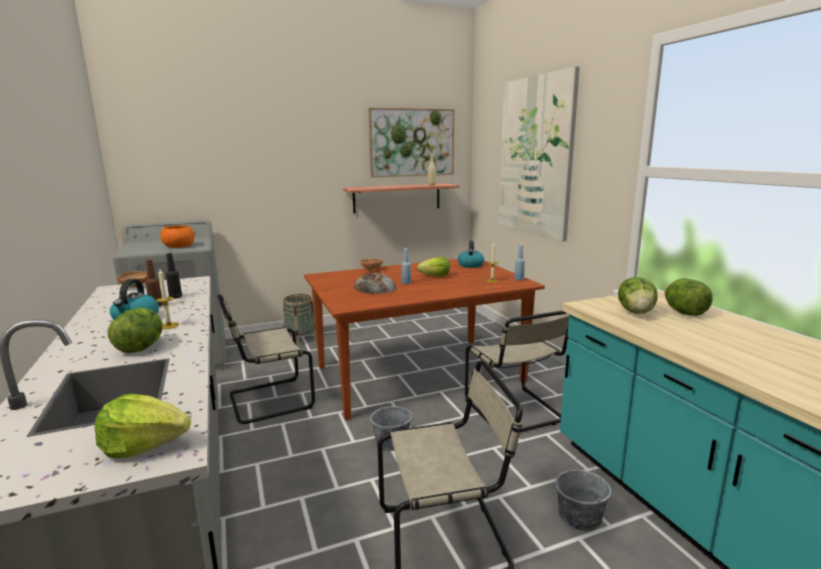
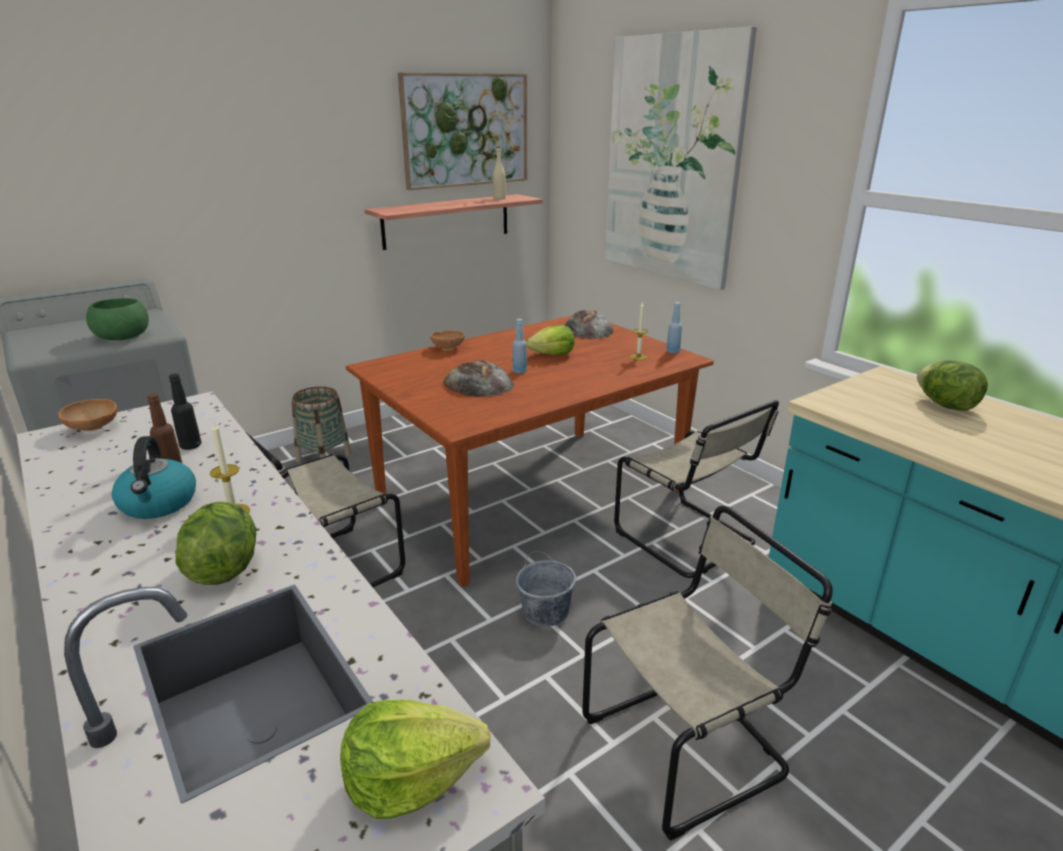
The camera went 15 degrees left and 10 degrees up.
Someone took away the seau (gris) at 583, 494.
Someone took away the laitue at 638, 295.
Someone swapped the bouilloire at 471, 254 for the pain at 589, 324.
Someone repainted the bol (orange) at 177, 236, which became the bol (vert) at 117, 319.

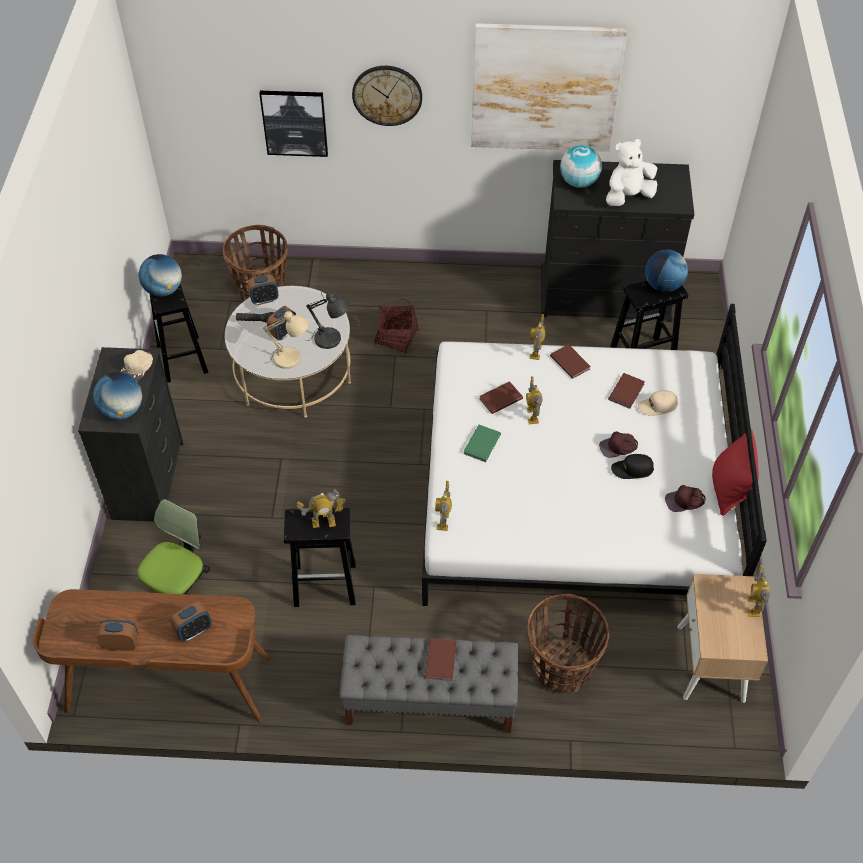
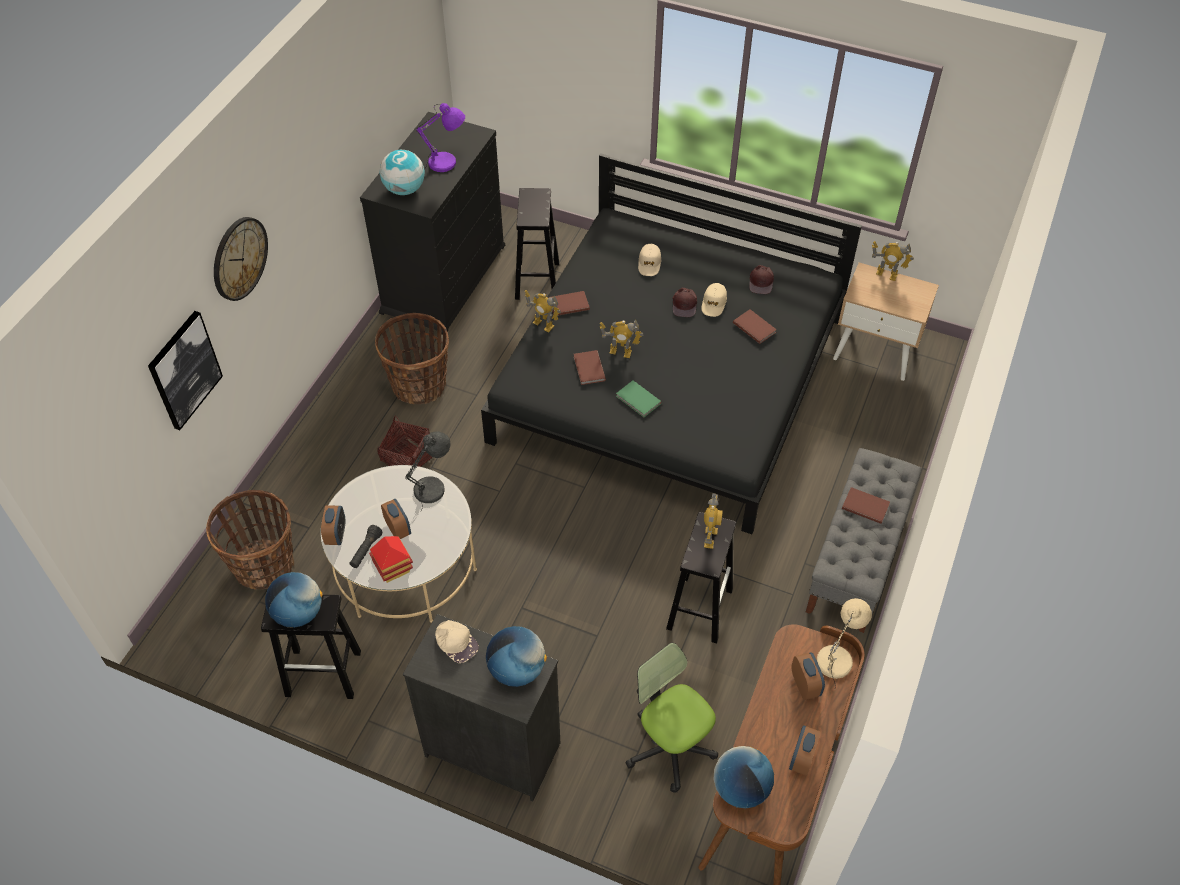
The camera went 70 degrees left and 0 degrees up.
Someone took away the robot jouet at 443, 506.
Someone took away the tableau at 549, 87.
Someone took away the coussin (rouge) at 735, 472.
Someone put down the maison miniature at 391, 559.
Someone carried the lampe de table (beige) from 286, 340 to 844, 642.
Someone carried the panier from 568, 643 to 412, 358.
Someone carried the livre (marron) from 626, 391 to 755, 326.
Someone carried the globe from 666, 271 to 744, 777.
Someone swapped the peluche (blanc) at 631, 172 for the lampe de table (violet) at 440, 137.
Someone repainted the lit (blanc) at 594, 455, which became the lit (noir) at 671, 343.
Someone repainted the casquette (noir) at 632, 466, which became the casquette (beige) at 714, 300.

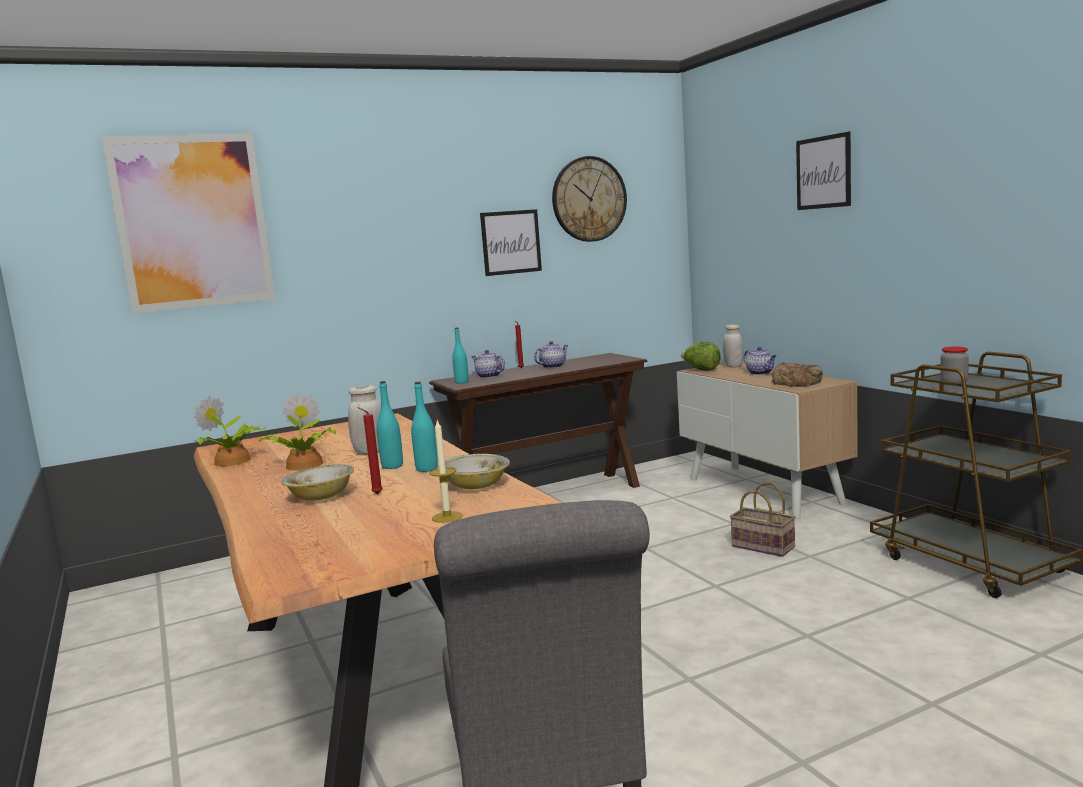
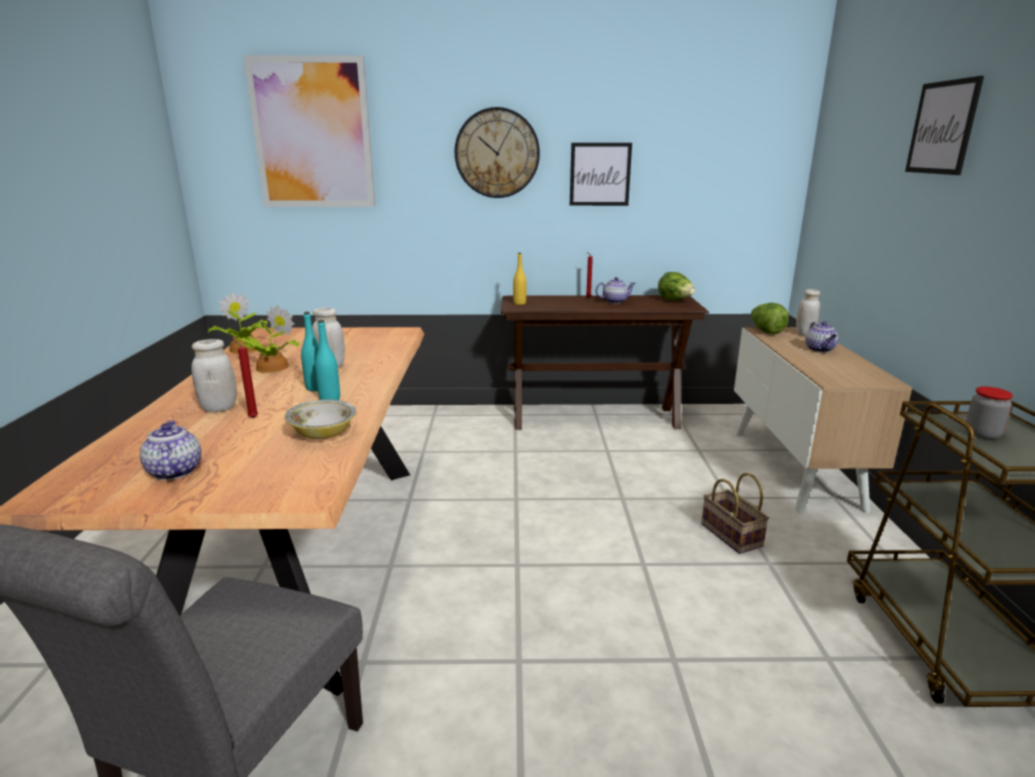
The camera went 25 degrees right and 10 degrees up.
Someone took away the bougie at 446, 472.
Someone took away the pain at 797, 374.
Someone put down the laitue at 676, 286.
Someone carried the théière from 488, 364 to 170, 450.
Someone carried the horloge murale from 589, 199 to 497, 152.
Someone swapped the bol at 317, 482 for the bocal (blanc) at 214, 375.
Someone repainted the bouteille (turquoise) at 460, 355, which became the bouteille (jaune) at 519, 279.

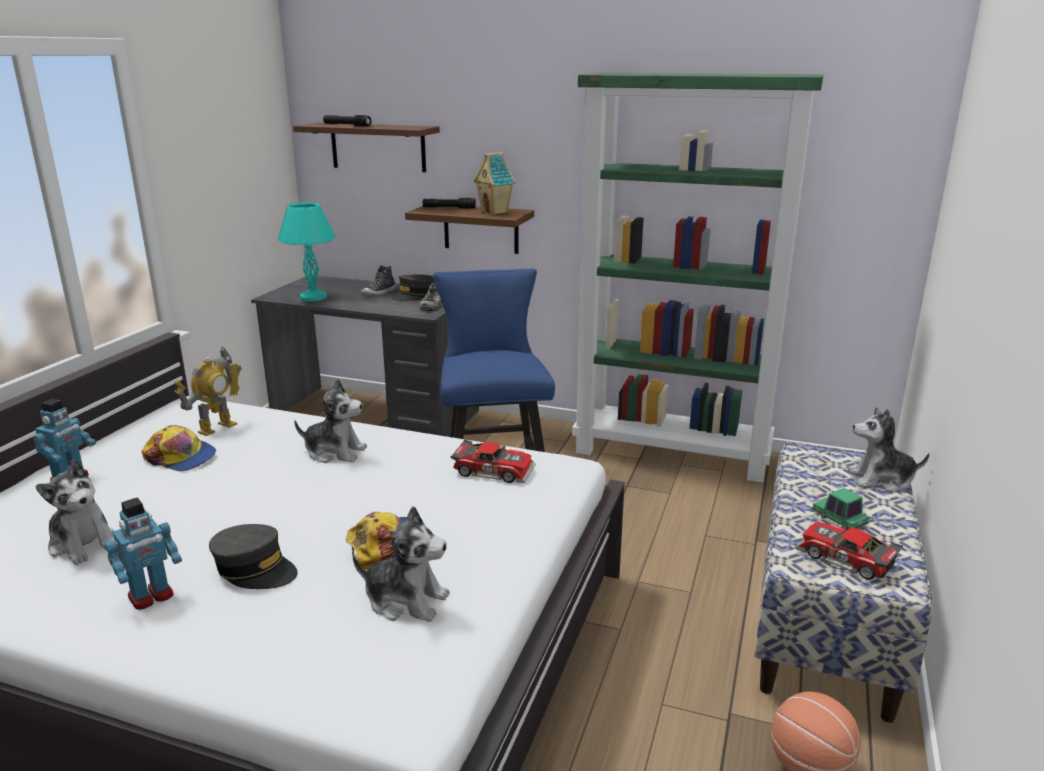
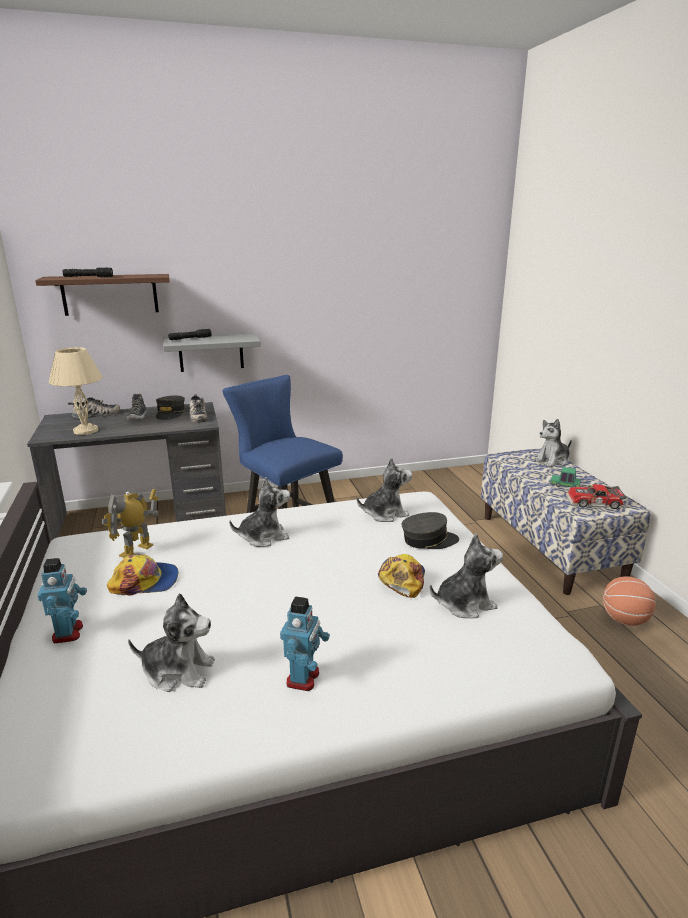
The camera went 35 degrees left and 0 degrees up.
Someone took away the maison miniature at 494, 183.
Someone took away the bibliothèque (vert) at 697, 278.
Someone put down the chaussure at 94, 408.
Someone carried the casquette (gris) from 253, 556 to 430, 530.
Someone swapped the petite voiture at 493, 461 for the peluche at 384, 490.
Someone repainted the lampe de table (turquoise) at 307, 251, which became the lampe de table (beige) at 76, 391.
Someone repainted the étagère (marron) at 469, 230, which became the étagère (gris) at 212, 352.
Someone rotated the robot jouet at 208, 391 by 150 degrees counterclockwise.

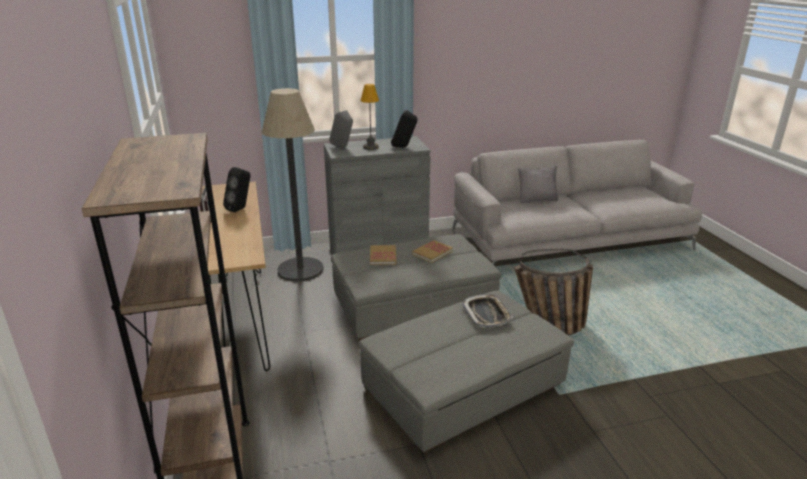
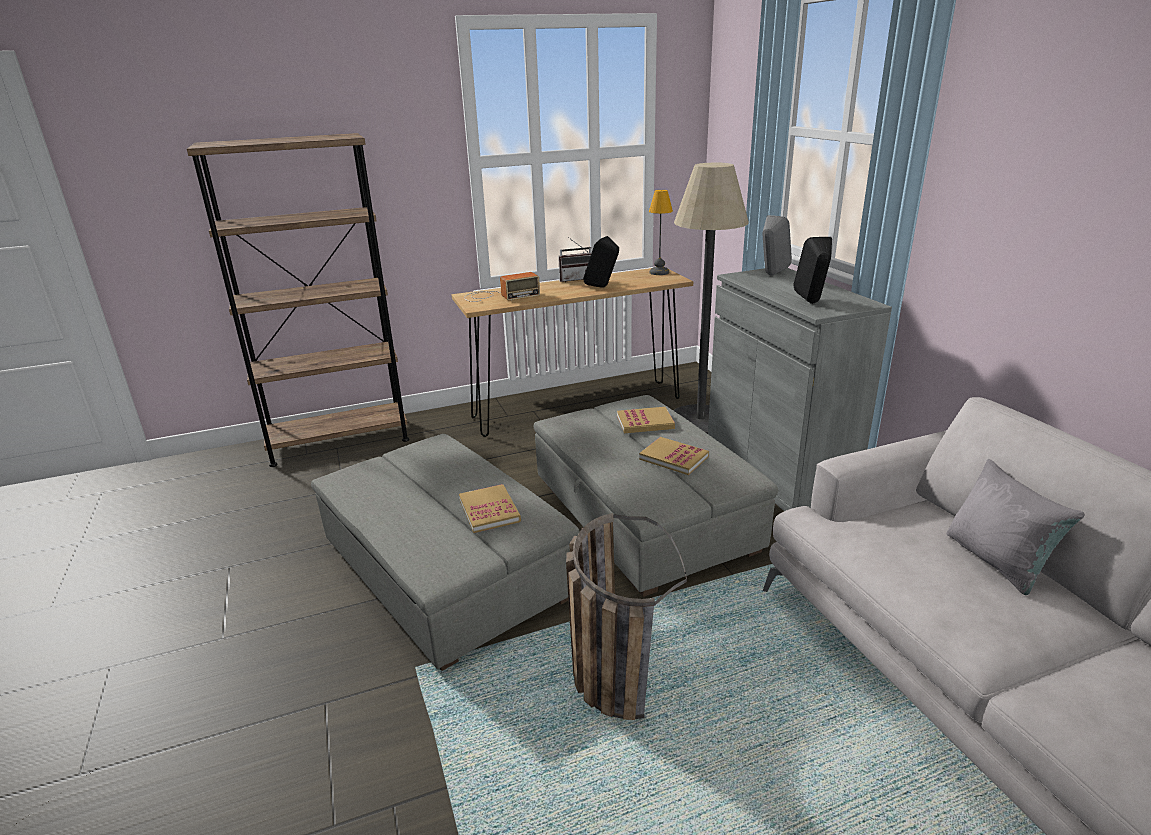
The camera went 85 degrees right and 0 degrees up.
Someone put down the radio at 502, 287.
Someone carried the lampe de table from 369, 117 to 661, 232.
Someone swapped the plateau at 487, 311 for the livre at 490, 508.

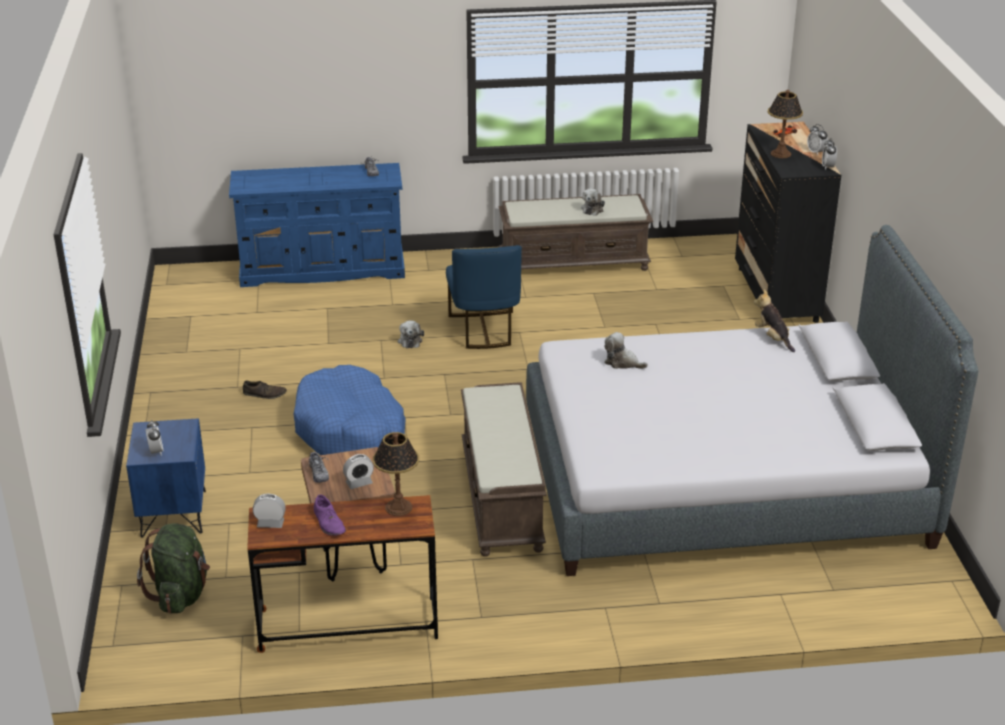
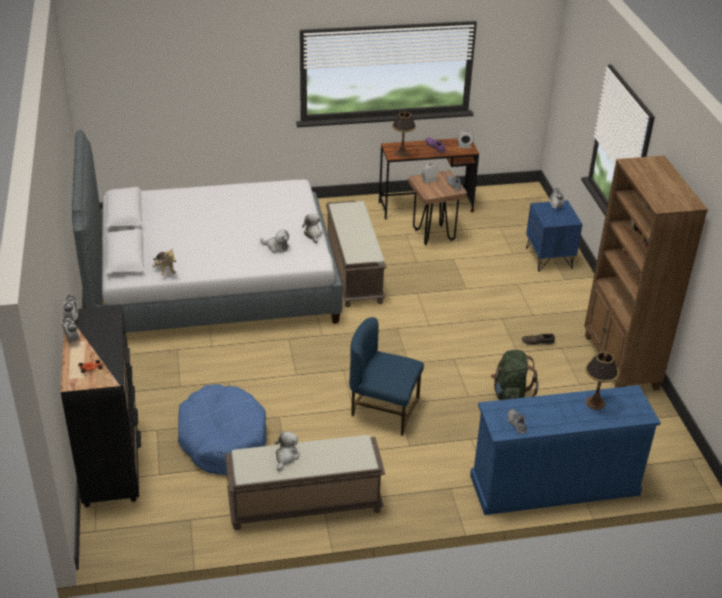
The camera went 175 degrees right and 5 degrees up.
Someone put down the bibliothèque (marron) at 646, 272.
Someone carried the sac à dos (vert) from 173, 568 to 515, 375.
Someone carried the panier pour chien (bleu) from 349, 410 to 222, 429.
Someone carried the peluche from 411, 334 to 312, 228.
Someone carried the lampe de table from 785, 124 to 602, 381.
Someone rotated the chaise (bleu) at 484, 297 by 60 degrees counterclockwise.

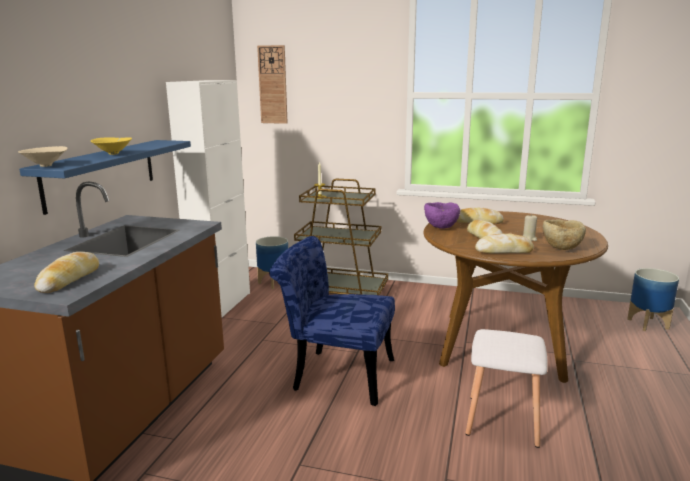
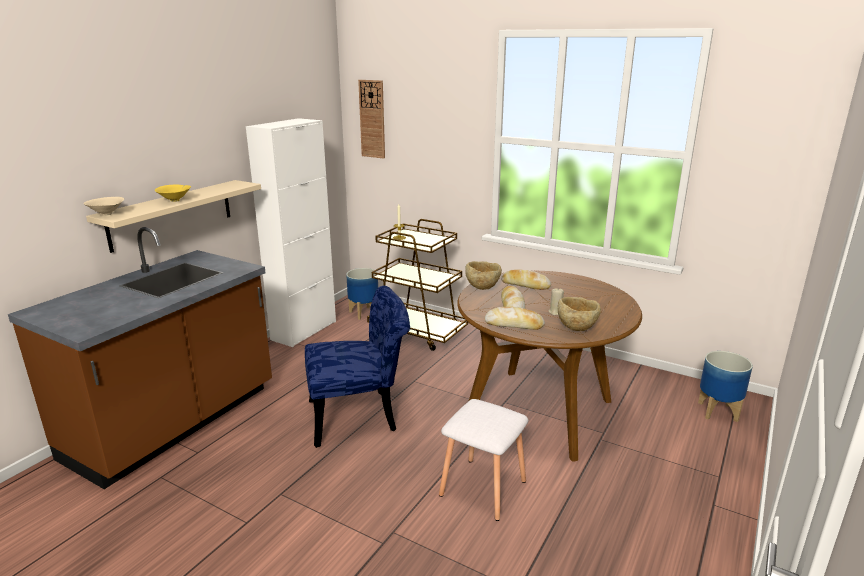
The camera went 15 degrees right and 5 degrees up.
Someone took away the pain at 66, 272.
Someone repainted the étagère (bleu) at 105, 177, which became the étagère (beige) at 173, 216.
Someone repainted the bol (violet) at 442, 215, which became the bol (beige) at 483, 275.
Someone rotated the chaise (bleu) at 332, 321 by 135 degrees clockwise.

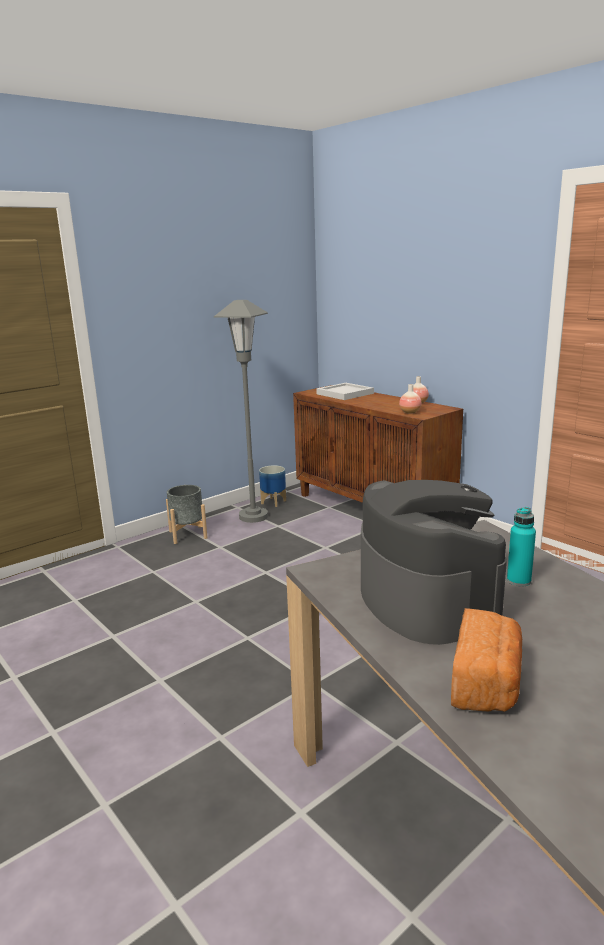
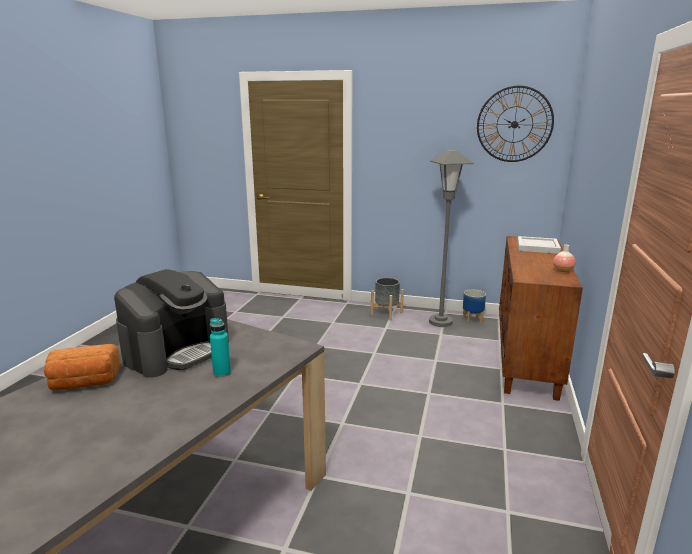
The camera went 55 degrees right and 0 degrees up.
Someone took away the vase at 410, 399.
Someone put up the horloge murale at 515, 124.

